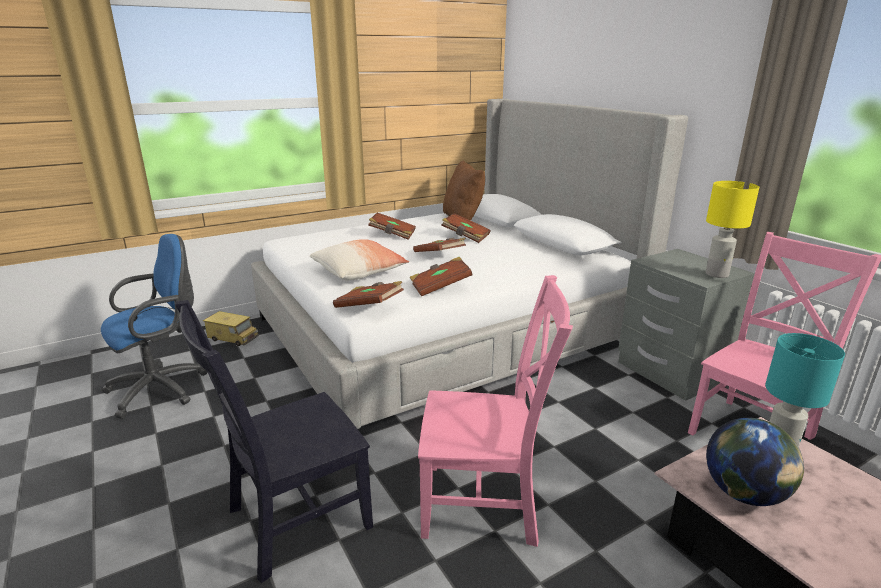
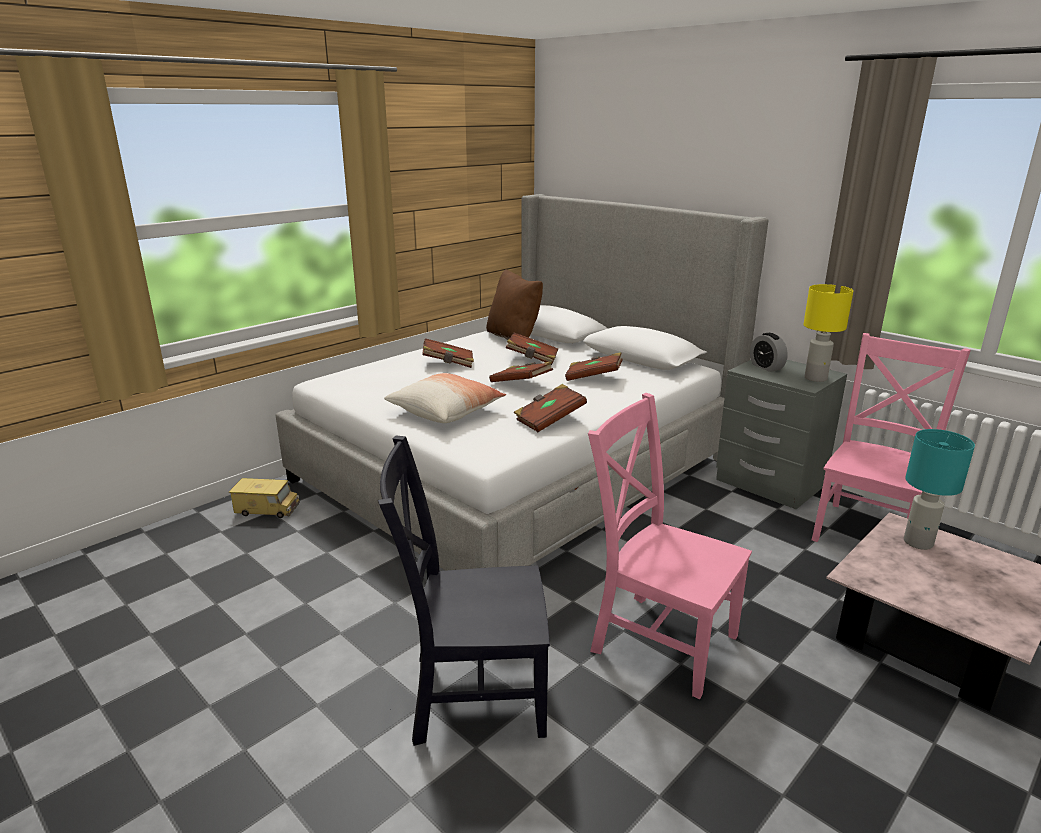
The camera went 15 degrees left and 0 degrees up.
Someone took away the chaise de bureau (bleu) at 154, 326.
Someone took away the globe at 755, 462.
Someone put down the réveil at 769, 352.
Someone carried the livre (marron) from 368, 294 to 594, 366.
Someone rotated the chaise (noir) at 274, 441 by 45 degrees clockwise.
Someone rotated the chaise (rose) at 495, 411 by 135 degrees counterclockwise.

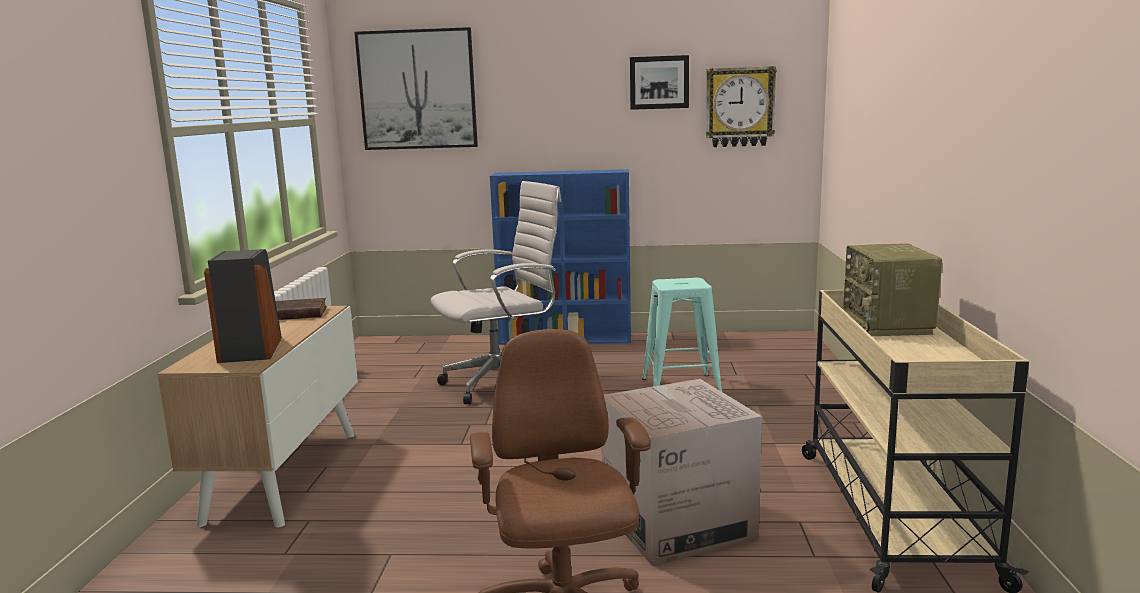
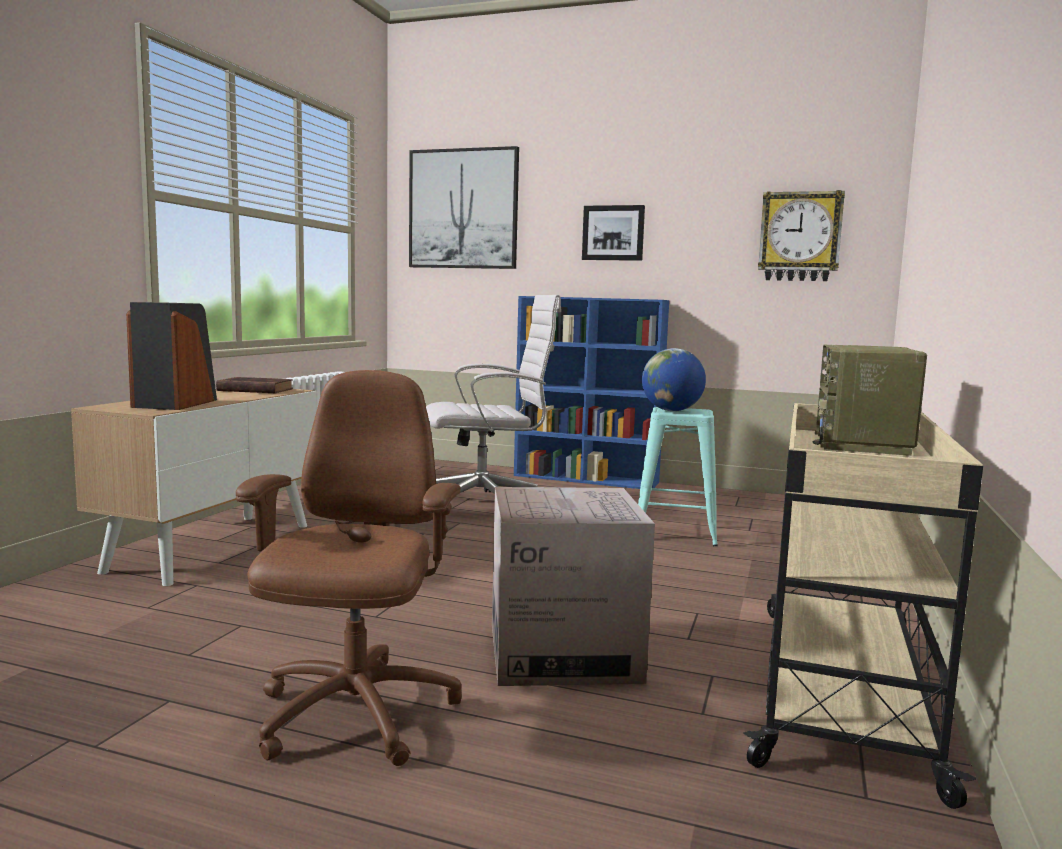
The camera went 15 degrees right and 5 degrees down.
Someone put down the globe at 674, 379.
Someone carried the tableau from 659, 82 to 613, 233.

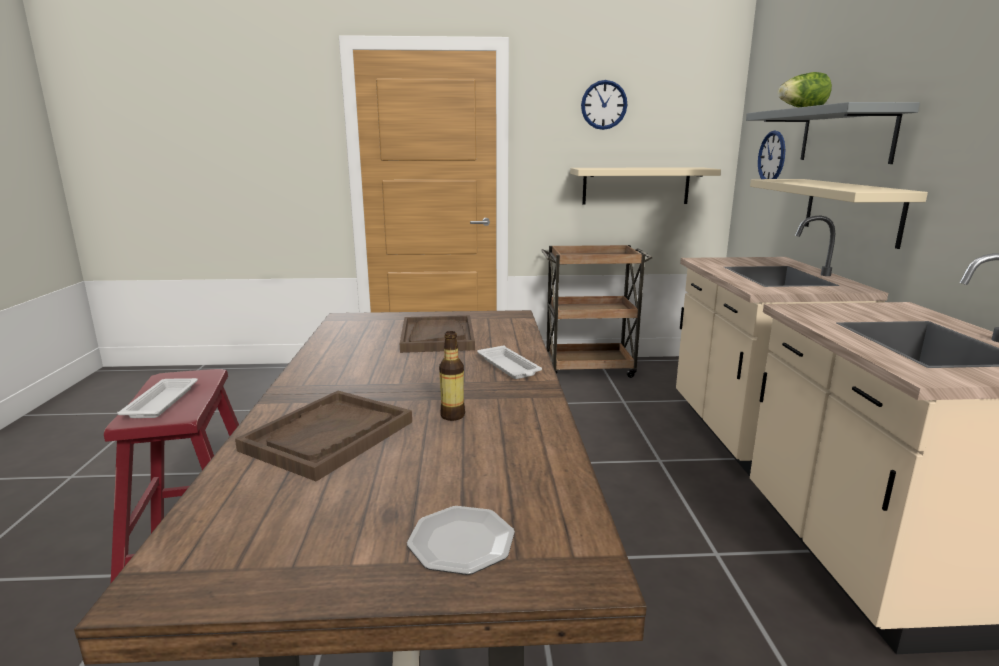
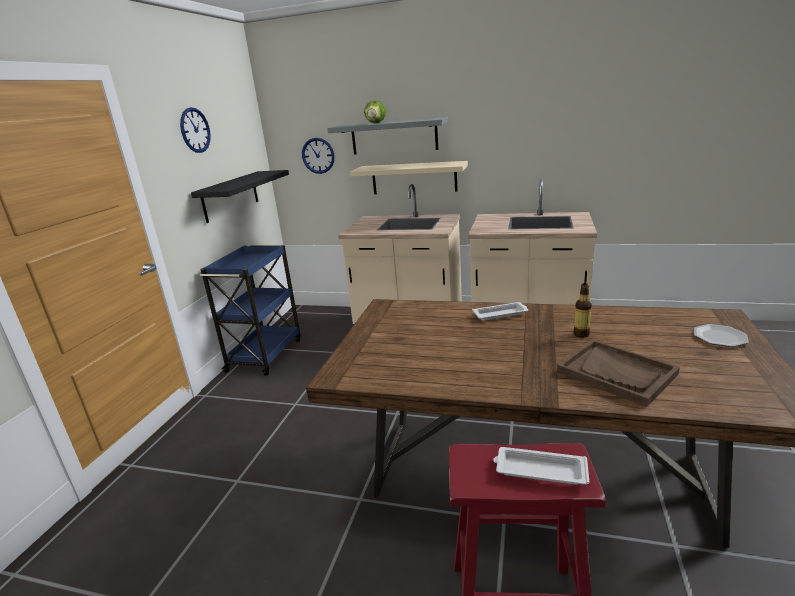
The camera went 70 degrees left and 5 degrees up.
Someone took away the plateau (marron) at 437, 334.
Someone repainted the chariot (marron) at 596, 311, which became the chariot (bleu) at 250, 310.
Someone repainted the étagère (beige) at 645, 186, which became the étagère (noir) at 240, 196.

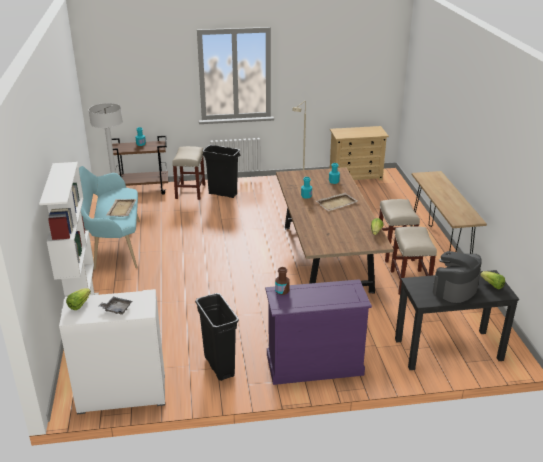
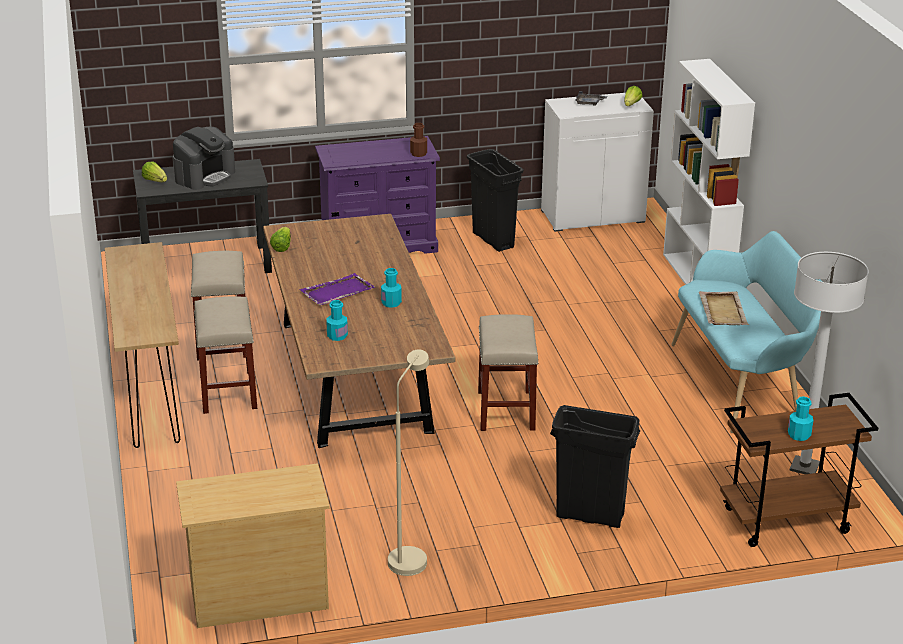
The camera went 175 degrees right and 0 degrees up.
Someone carried the tabouret (beige) from 188, 173 to 508, 372.
Someone repainted the plateau (beige) at 337, 202, which became the plateau (violet) at 337, 289.

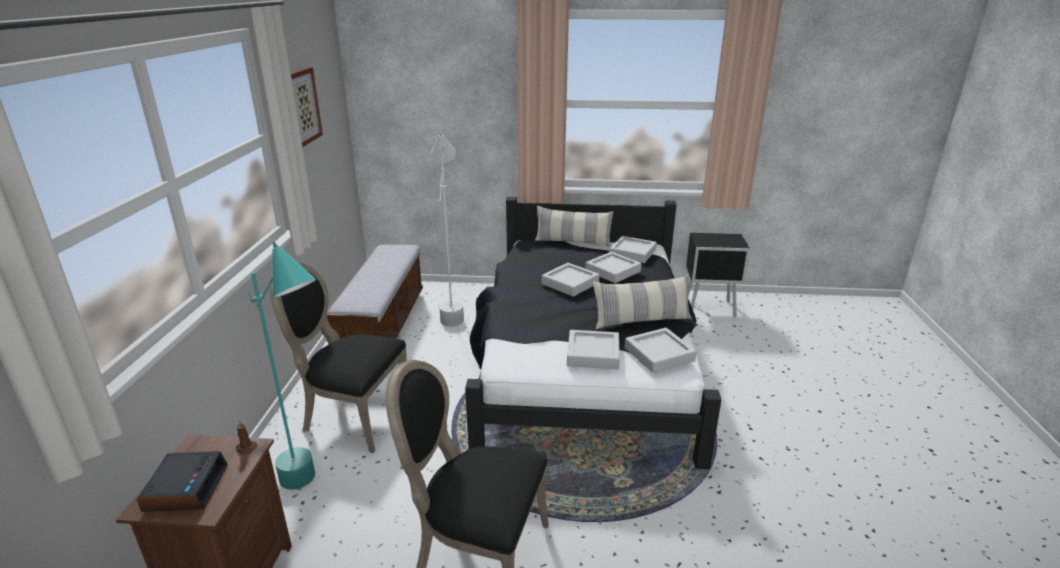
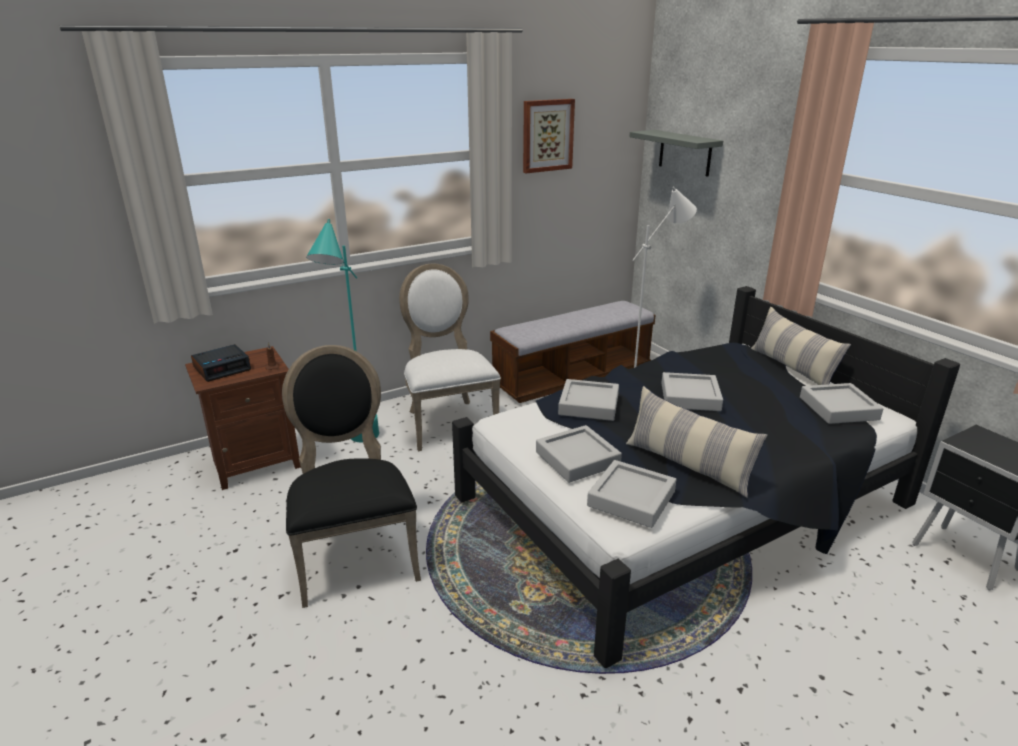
The camera went 55 degrees right and 0 degrees up.
Someone put up the étagère (gris) at 676, 153.
Someone carried the plateau (gris) from 613, 267 to 588, 400.
Someone repainted the chaise (noir) at 338, 358, which became the chaise (blanc) at 450, 357.

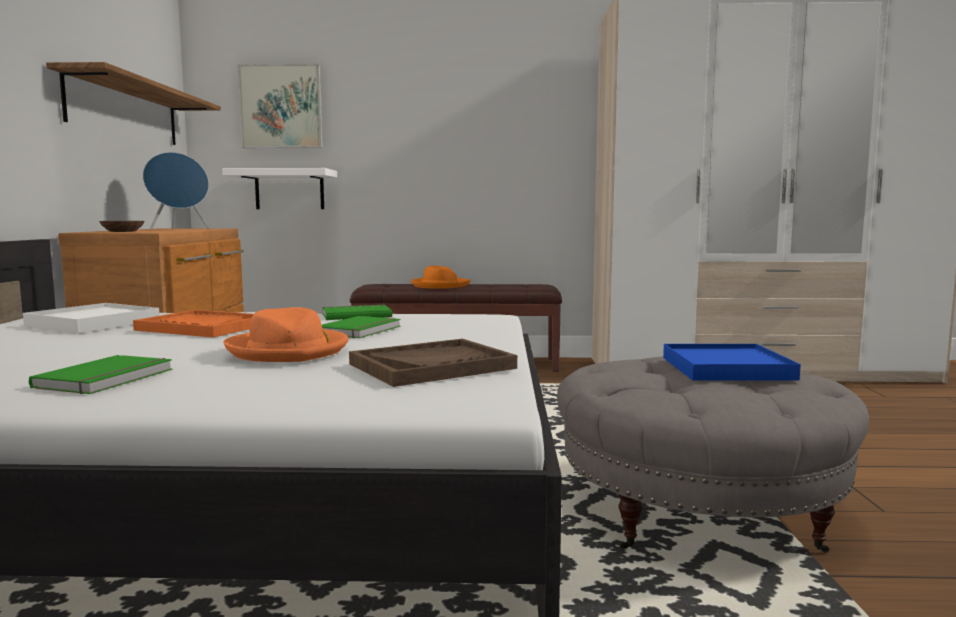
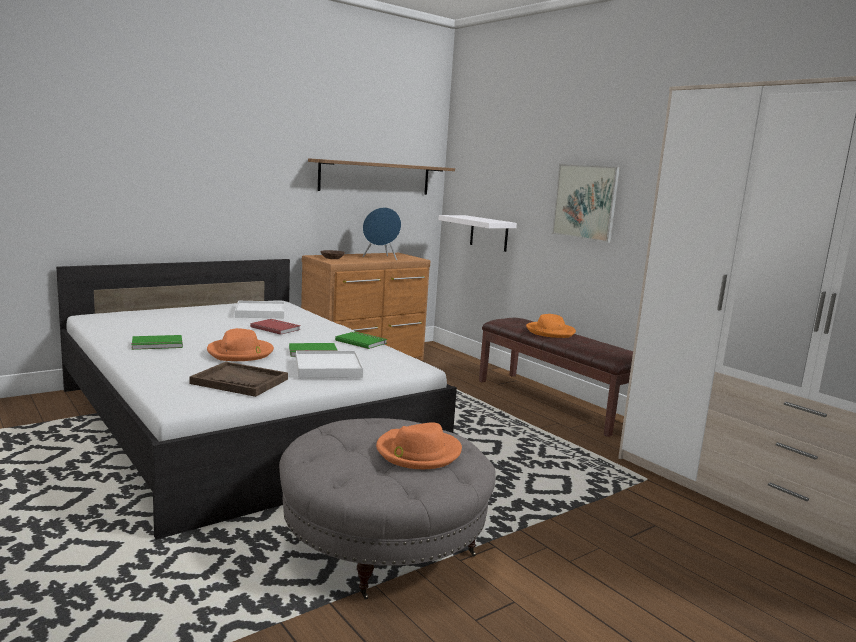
The camera went 50 degrees right and 5 degrees up.
Someone put down the plateau (blanc) at 329, 364.
Someone carried the tableau from 280, 106 to 586, 203.
Someone swapped the plateau (orange) at 193, 324 for the livre (rouge) at 275, 327.
Someone swapped the plateau (bleu) at 732, 362 for the chapeau (orange) at 419, 445.

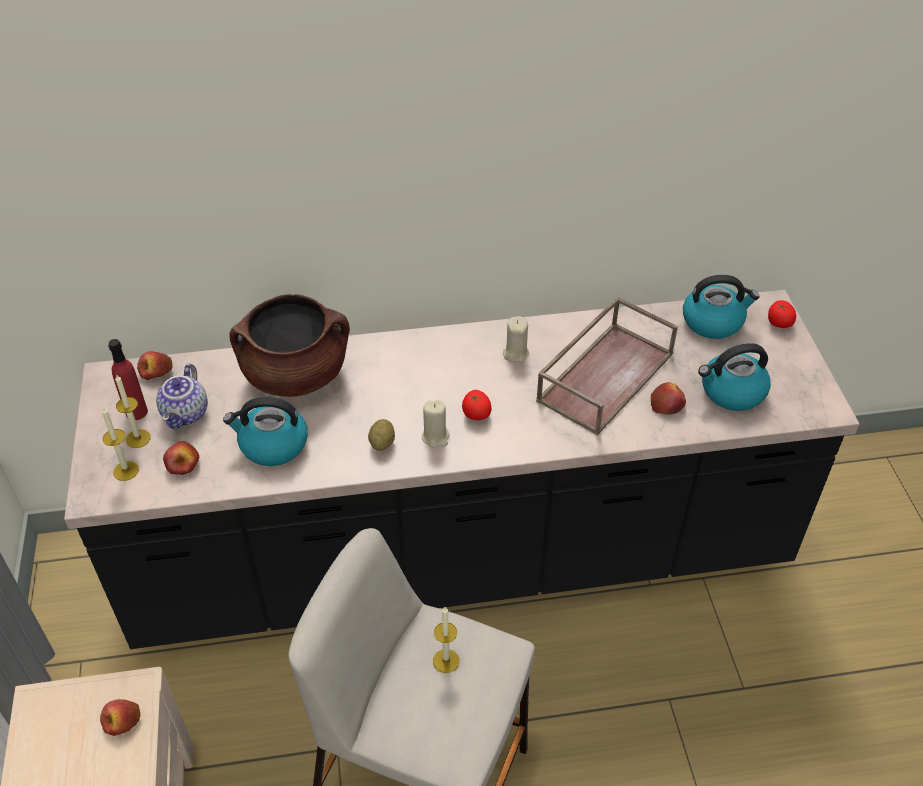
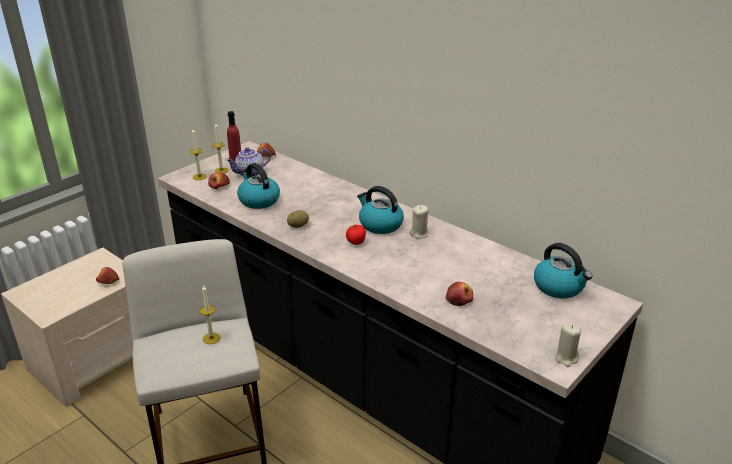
The camera went 50 degrees right and 15 degrees down.
Someone took away the marmite (marron) at 290, 345.
Someone took away the plateau (marron) at 607, 366.
Someone took away the tomate at 782, 314.
Someone carried the bougie (beige) from 436, 424 to 567, 345.
Someone carried the bouilloire from 734, 377 to 380, 210.

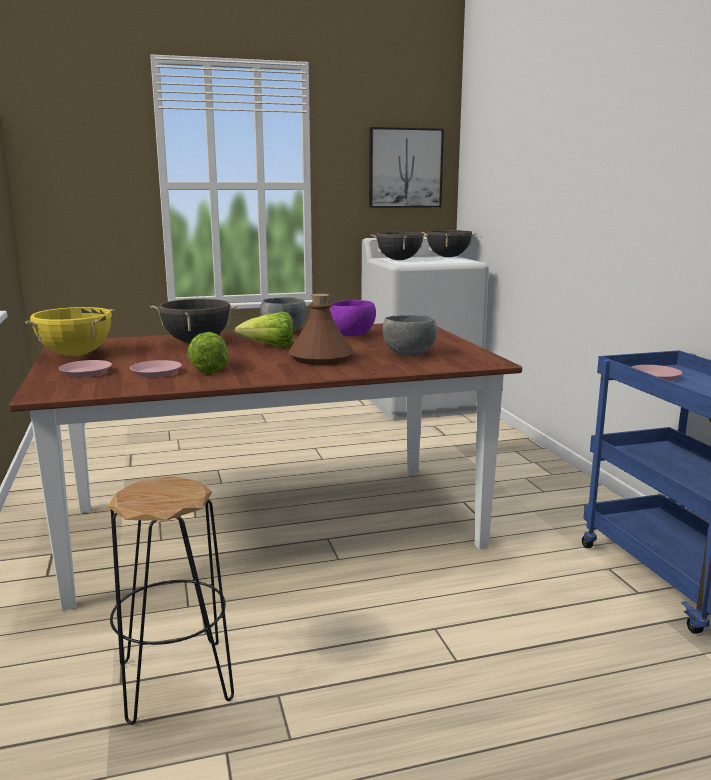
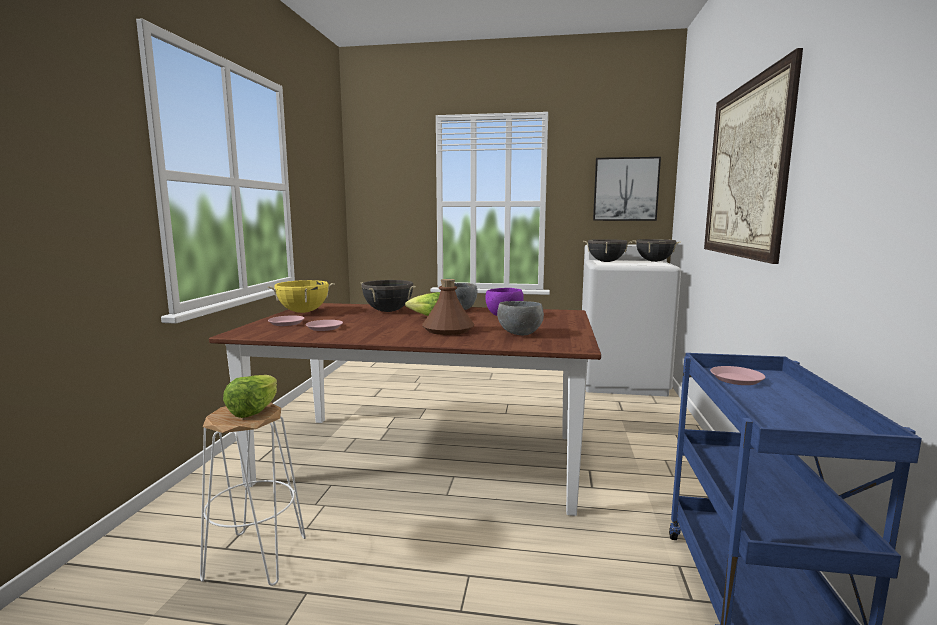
The camera went 25 degrees right and 5 degrees down.
Someone put up the tableau at 753, 156.
Someone carried the laitue from 208, 352 to 250, 396.
Someone repainted the tabouret (noir) at 171, 600, which became the tabouret (blanc) at 253, 494.

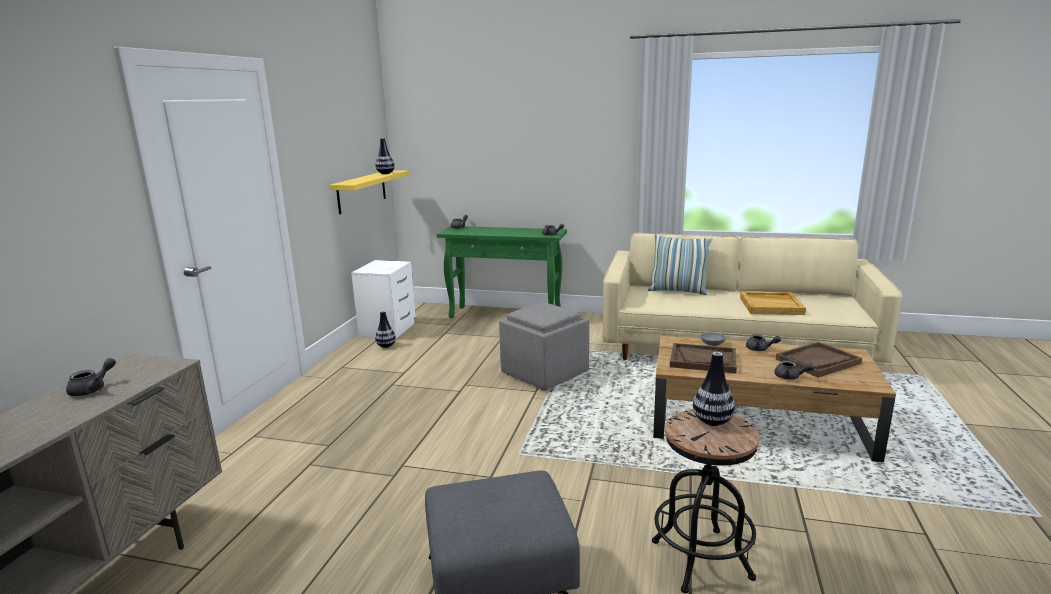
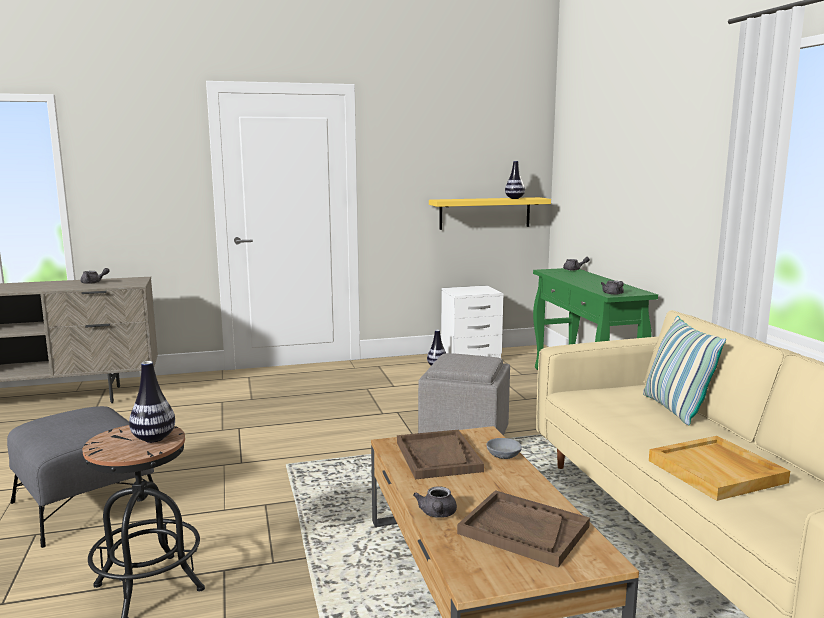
The camera went 60 degrees right and 5 degrees down.
Someone took away the théière (gris) at 763, 342.

